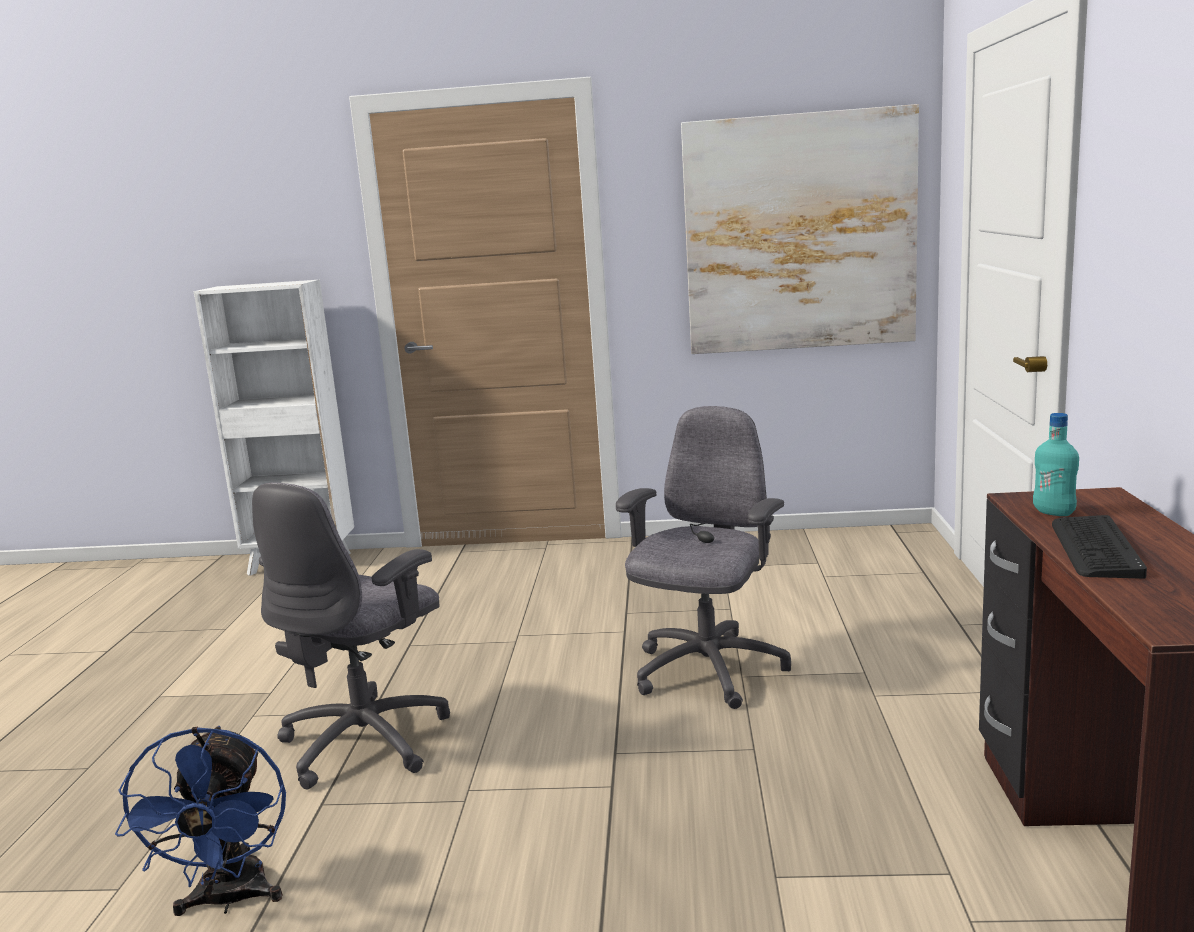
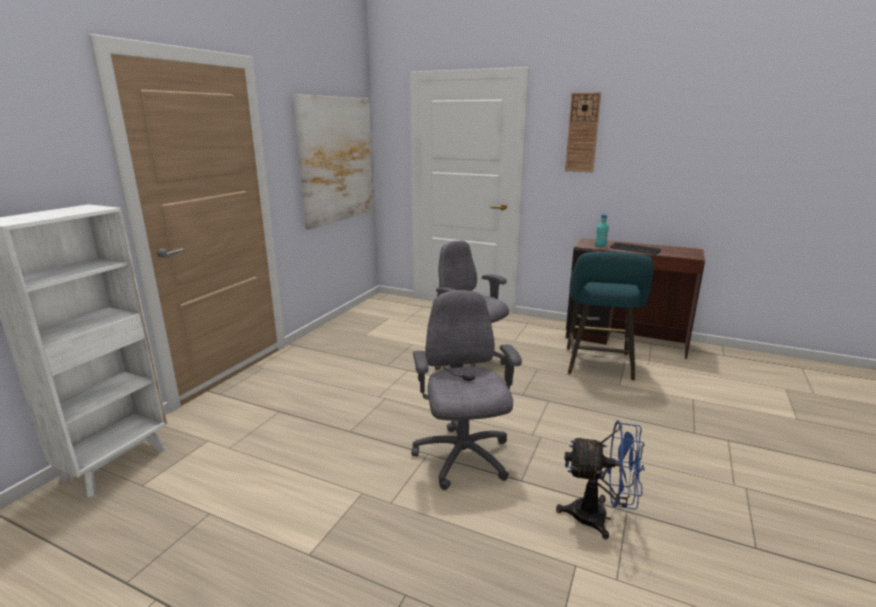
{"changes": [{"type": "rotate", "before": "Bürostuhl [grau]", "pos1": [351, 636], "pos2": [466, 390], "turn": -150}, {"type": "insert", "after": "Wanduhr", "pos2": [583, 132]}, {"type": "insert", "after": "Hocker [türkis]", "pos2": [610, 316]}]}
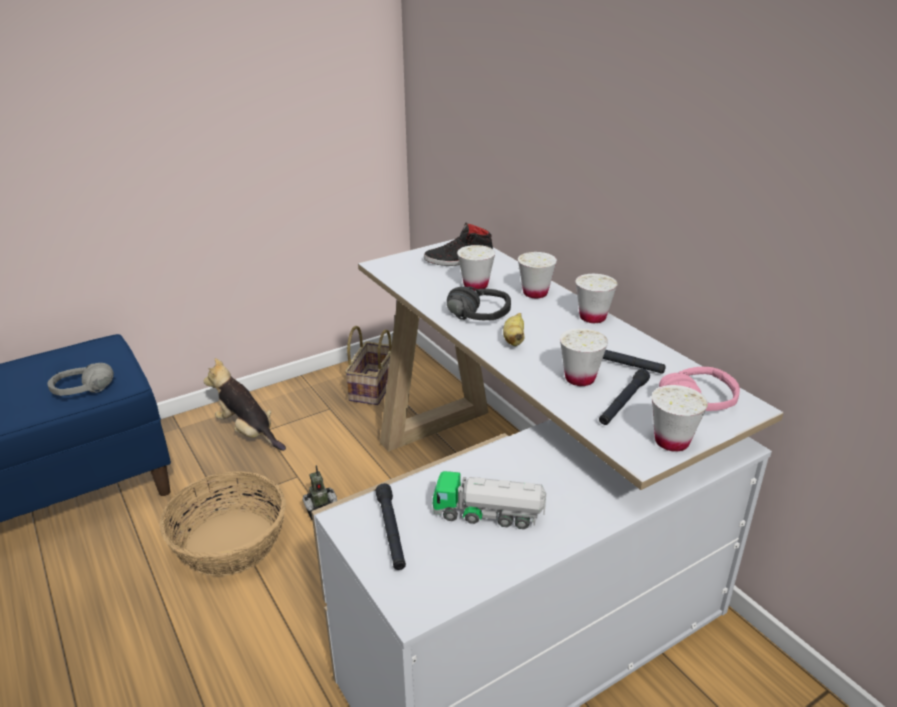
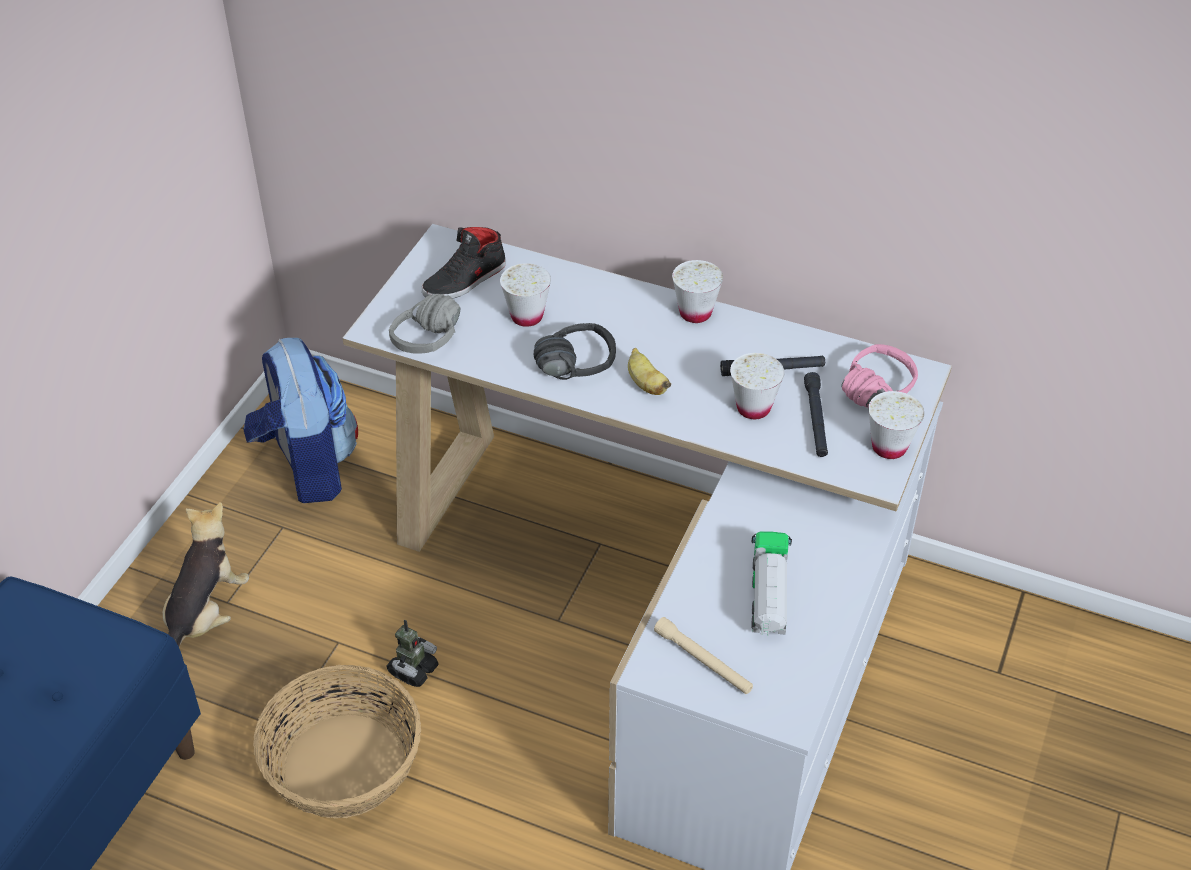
{"changes": [{"type": "move", "before": "Kopfhörer [grau]", "pos1": [80, 379], "pos2": [424, 324]}, {"type": "rotate", "before": "Plüschtier", "pos1": [245, 404], "pos2": [206, 574], "turn": 105}, {"type": "replace", "before": "Korb", "after": "Rucksack", "pos1": [368, 365], "pos2": [300, 420]}, {"type": "recolor", "before": "Taschenlampe [schwarz]", "after": "Taschenlampe [beige]", "pos1": [391, 526], "pos2": [703, 655]}, {"type": "rotate", "before": "Spielzeuglaster", "pos1": [489, 500], "pos2": [771, 583], "turn": 120}, {"type": "delete", "before": "Tasse [weiß]", "pos1": [537, 275]}]}
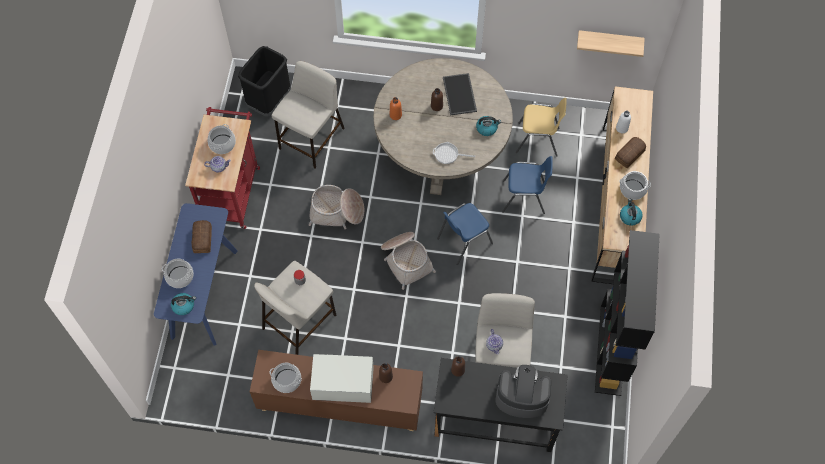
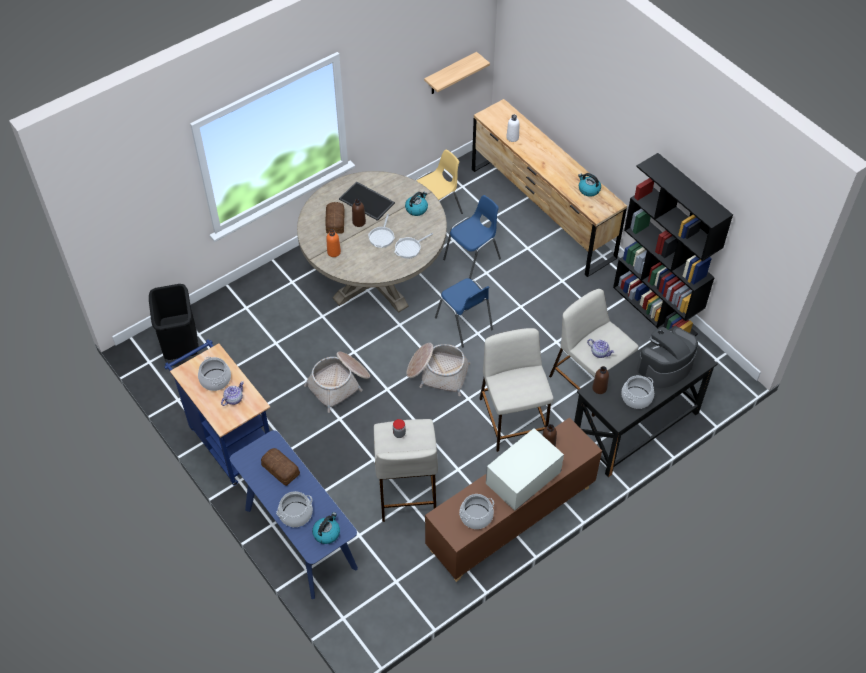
{"changes": [{"type": "recolor", "before": "Rollwagen [rot]", "after": "Rollwagen [blau]", "pos1": [222, 168], "pos2": [217, 413]}, {"type": "move", "before": "Hocker [beige]", "pos1": [308, 114], "pos2": [516, 390]}, {"type": "rotate", "before": "Stuhl [blau]", "pos1": [465, 234], "pos2": [464, 312], "turn": -45}, {"type": "move", "before": "Brot", "pos1": [630, 152], "pos2": [335, 218]}, {"type": "move", "before": "Kochtopf", "pos1": [635, 185], "pos2": [637, 392]}, {"type": "insert", "after": "Pfanne", "pos2": [381, 231]}]}
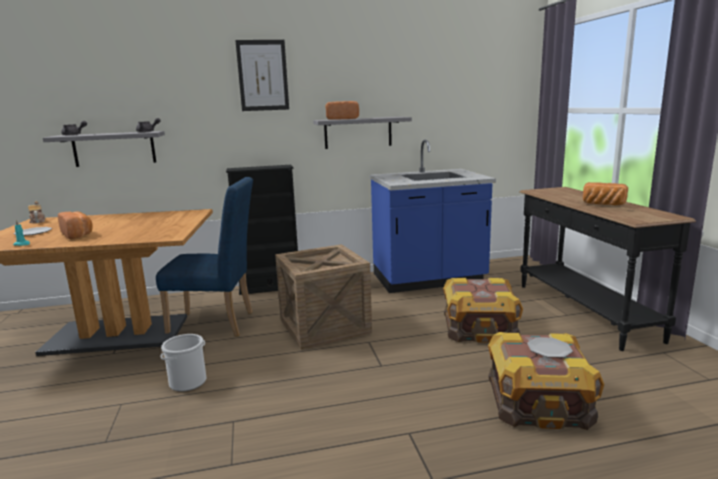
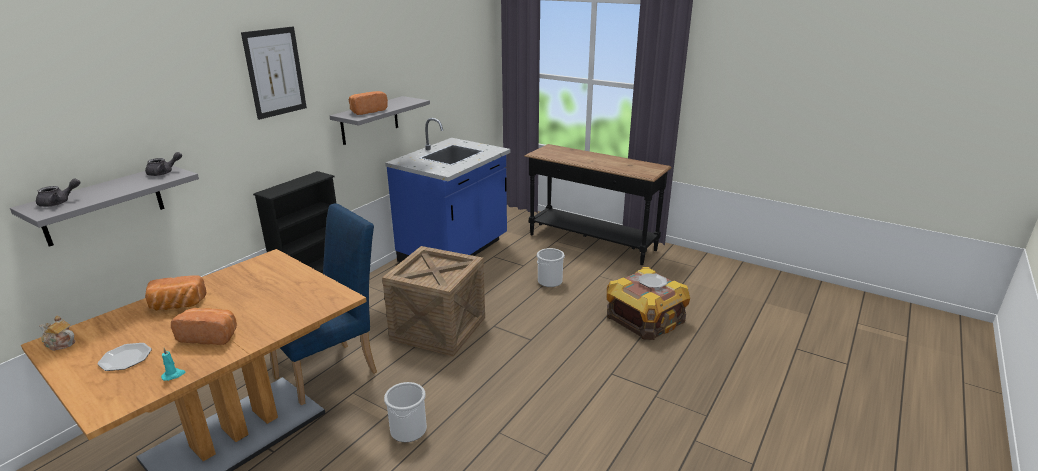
{"changes": [{"type": "replace", "before": "Kiste", "after": "Eimer", "pos1": [483, 310], "pos2": [551, 267]}, {"type": "move", "before": "Brot", "pos1": [605, 193], "pos2": [175, 293]}]}
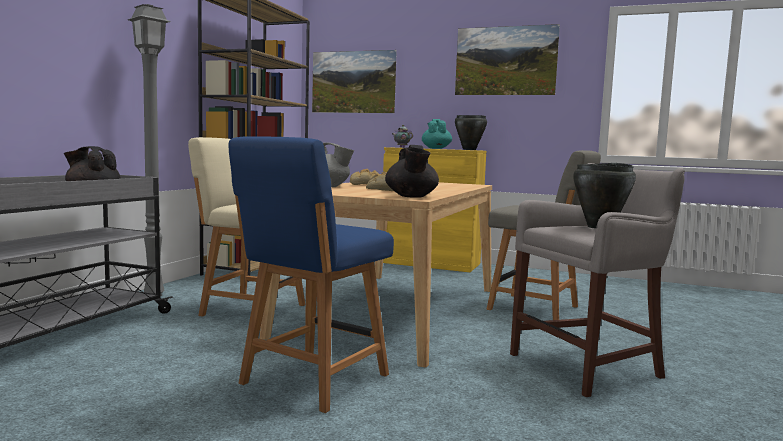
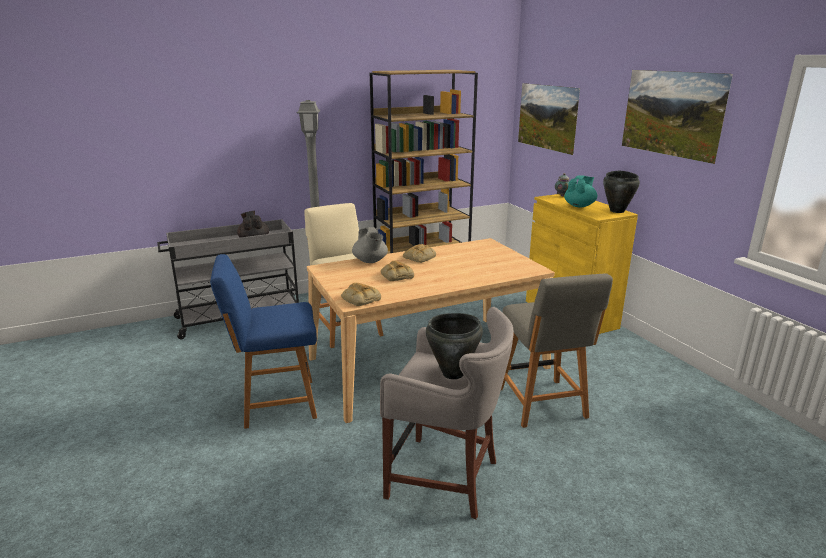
{"changes": [{"type": "replace", "before": "Teekanne [schwarz]", "after": "Brot", "pos1": [412, 171], "pos2": [361, 294]}]}
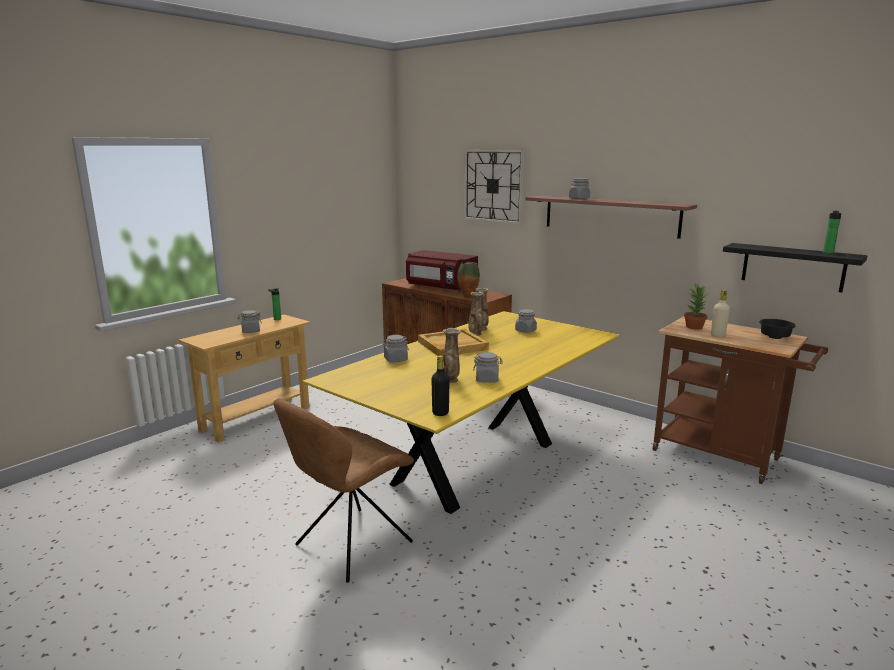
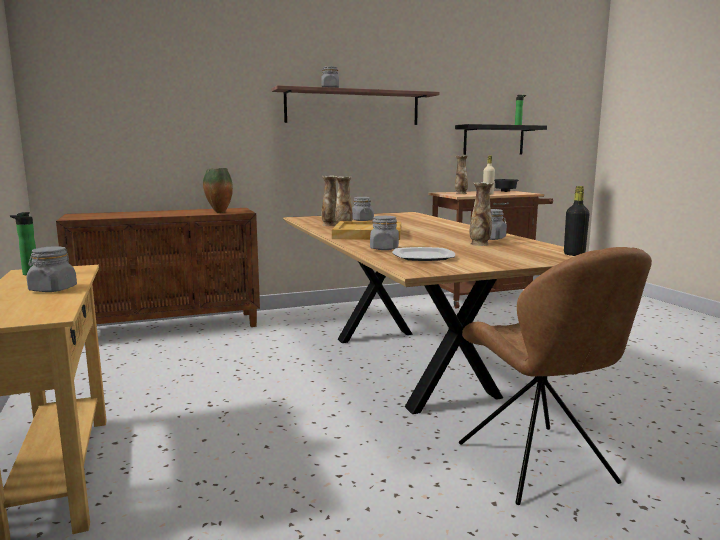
{"changes": [{"type": "recolor", "before": "Esstisch [gelb]", "after": "Esstisch [braun]", "pos1": [461, 412], "pos2": [428, 313]}, {"type": "delete", "before": "Mikrowelle [rot]", "pos1": [442, 271]}, {"type": "delete", "before": "Wanduhr", "pos1": [494, 187]}, {"type": "replace", "before": "Topfpflanze", "after": "Vase", "pos1": [696, 306], "pos2": [461, 174]}, {"type": "insert", "after": "Teller", "pos2": [424, 254]}]}
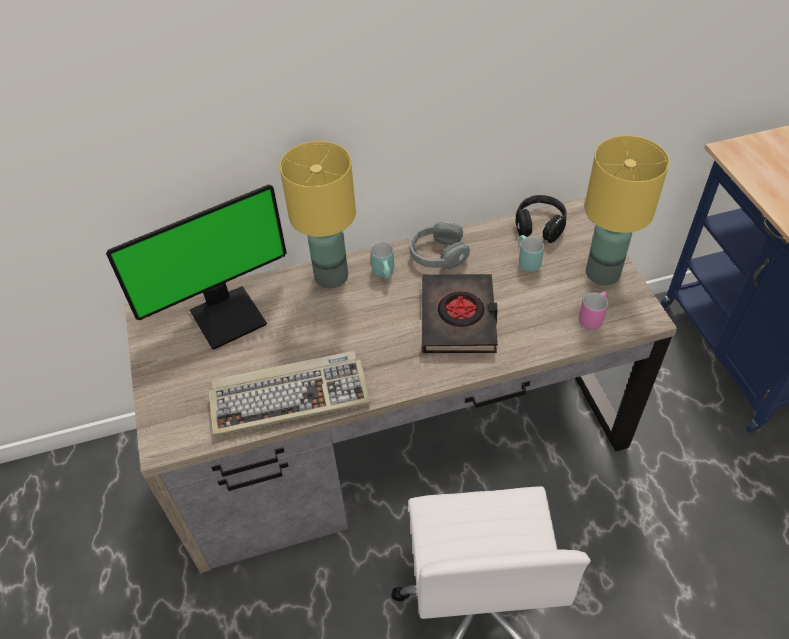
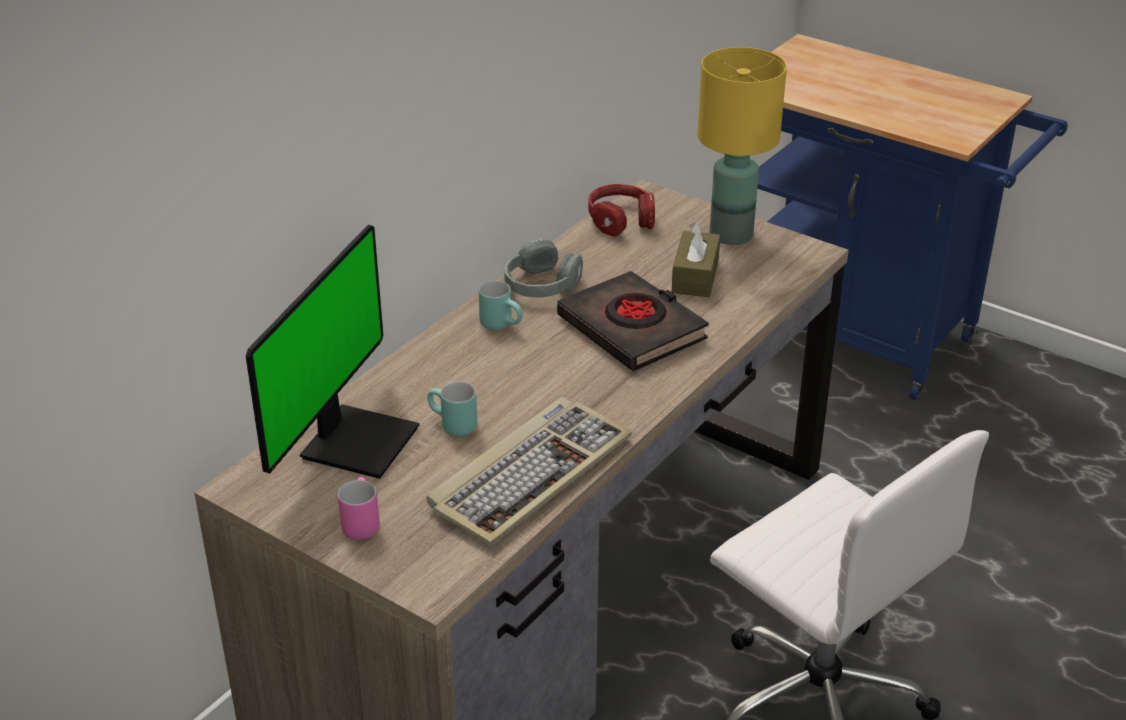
{"changes": [{"type": "delete", "before": "Tischlampe [gelb]", "pos1": [318, 214]}, {"type": "recolor", "before": "Kopfhörer [schwarz]", "after": "Kopfhörer [rot]", "pos1": [541, 219], "pos2": [621, 210]}, {"type": "move", "before": "Henkelbecher [türkis]", "pos1": [531, 253], "pos2": [452, 409]}, {"type": "move", "before": "Henkelbecher [rosa]", "pos1": [593, 310], "pos2": [359, 508]}, {"type": "insert", "after": "Taschentuchbox [braun]", "pos2": [696, 259]}]}
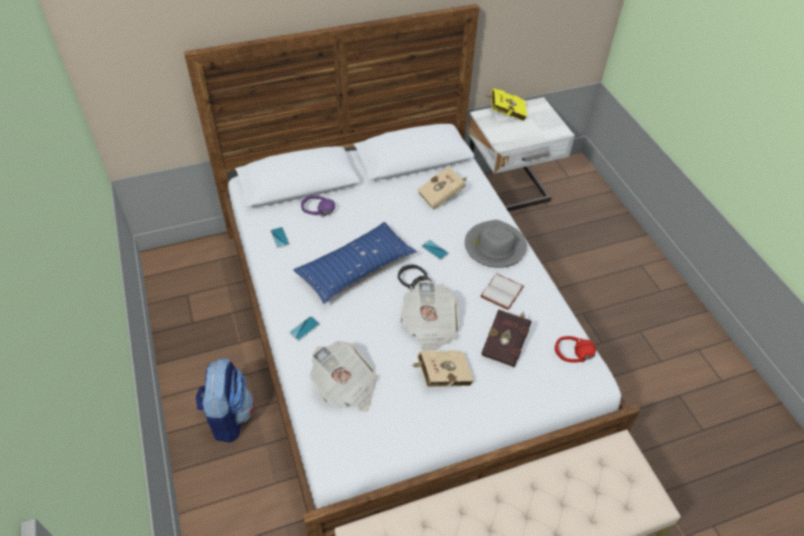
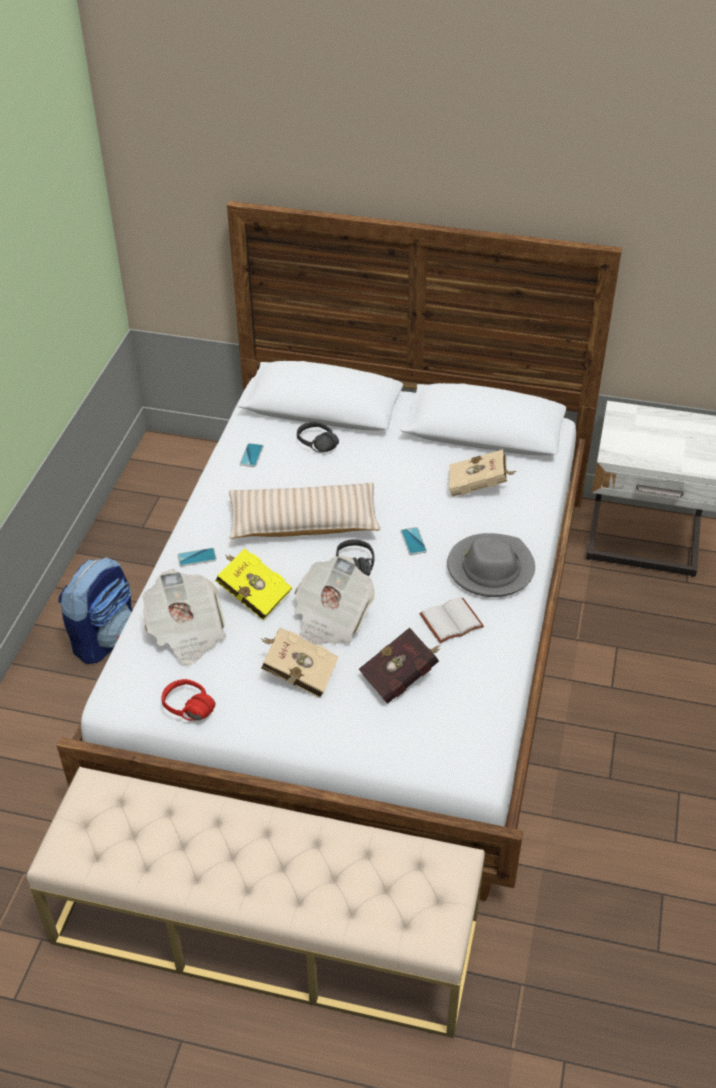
{"changes": [{"type": "recolor", "before": "Kissen [blau]", "after": "Kissen [beige]", "pos1": [355, 263], "pos2": [305, 511]}, {"type": "recolor", "before": "Kopfhörer [lila]", "after": "Kopfhörer [schwarz]", "pos1": [318, 206], "pos2": [318, 437]}, {"type": "move", "before": "Buch [gelb]", "pos1": [506, 104], "pos2": [253, 584]}, {"type": "move", "before": "Kopfhörer [rot]", "pos1": [575, 349], "pos2": [189, 700]}]}
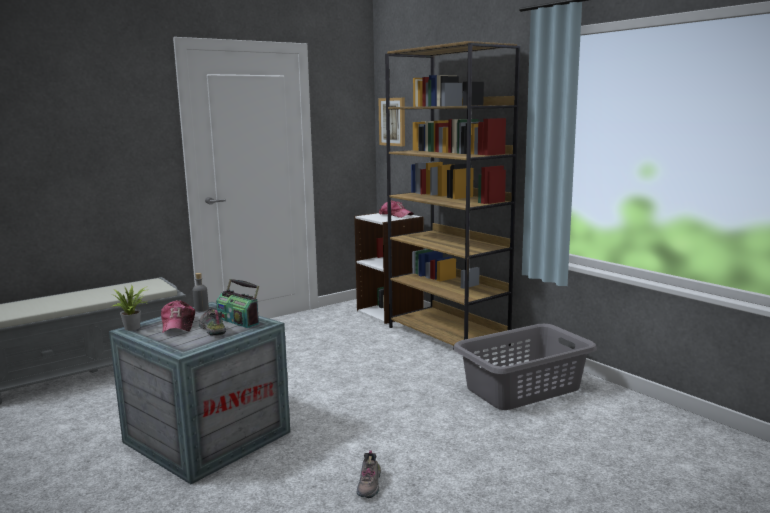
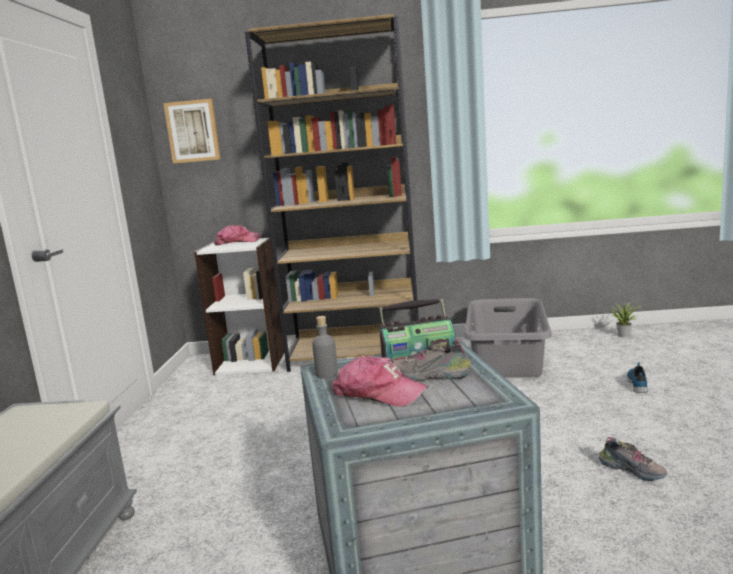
{"changes": [{"type": "move", "before": "Topfpflanze", "pos1": [130, 308], "pos2": [626, 320]}, {"type": "insert", "after": "Schuh", "pos2": [637, 377]}]}
